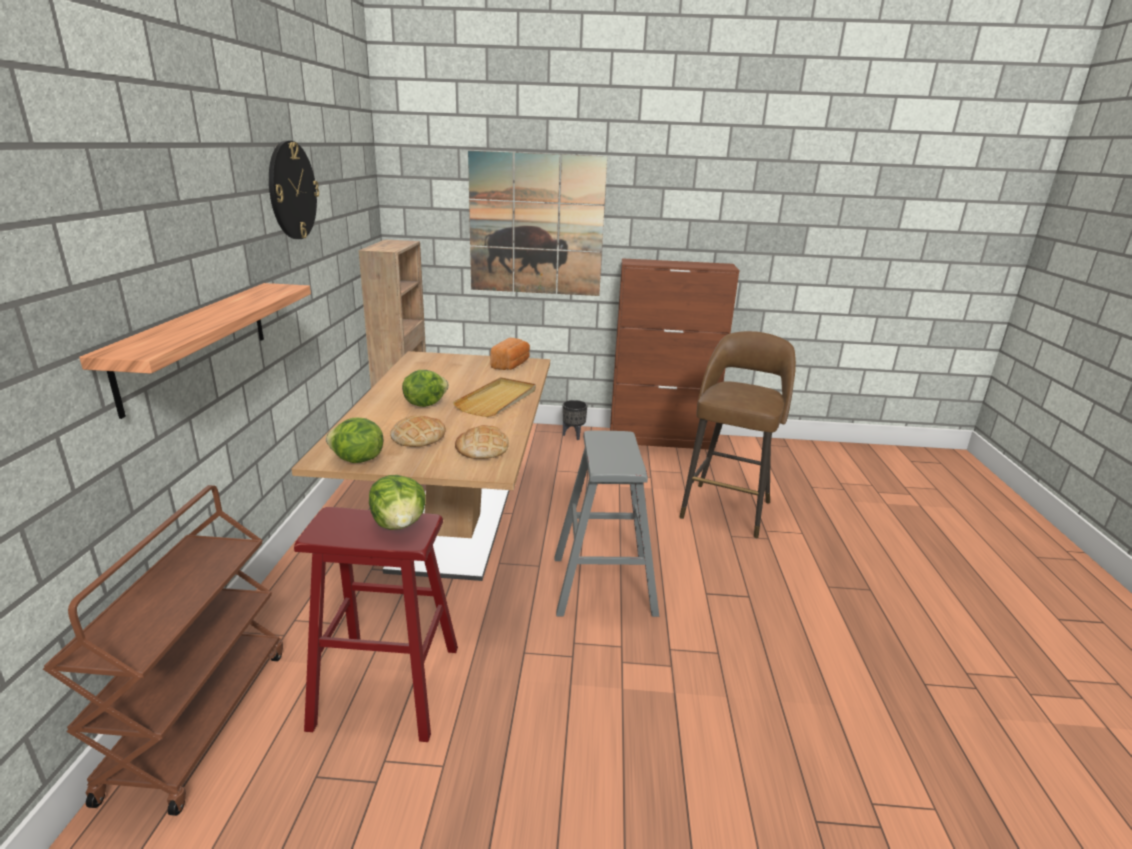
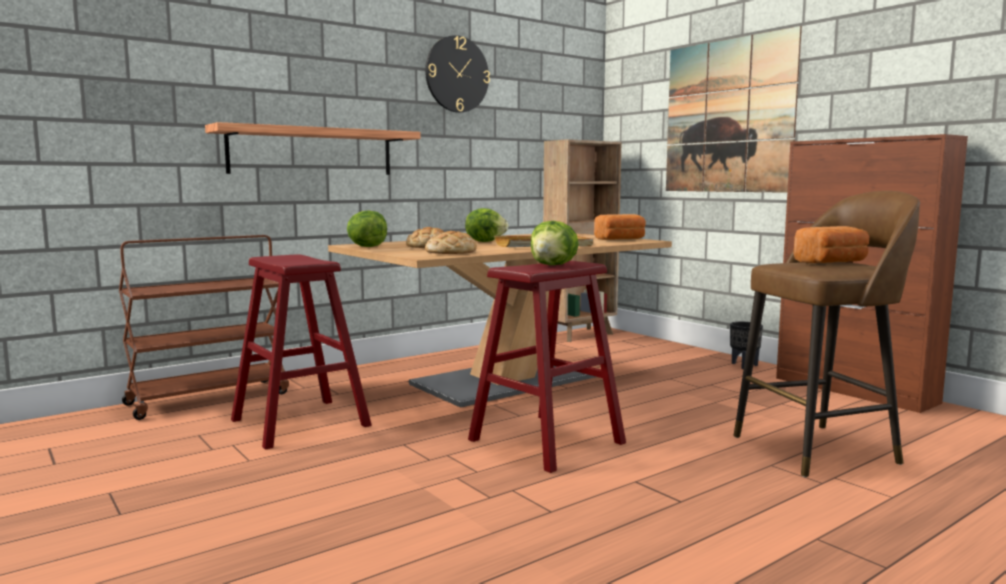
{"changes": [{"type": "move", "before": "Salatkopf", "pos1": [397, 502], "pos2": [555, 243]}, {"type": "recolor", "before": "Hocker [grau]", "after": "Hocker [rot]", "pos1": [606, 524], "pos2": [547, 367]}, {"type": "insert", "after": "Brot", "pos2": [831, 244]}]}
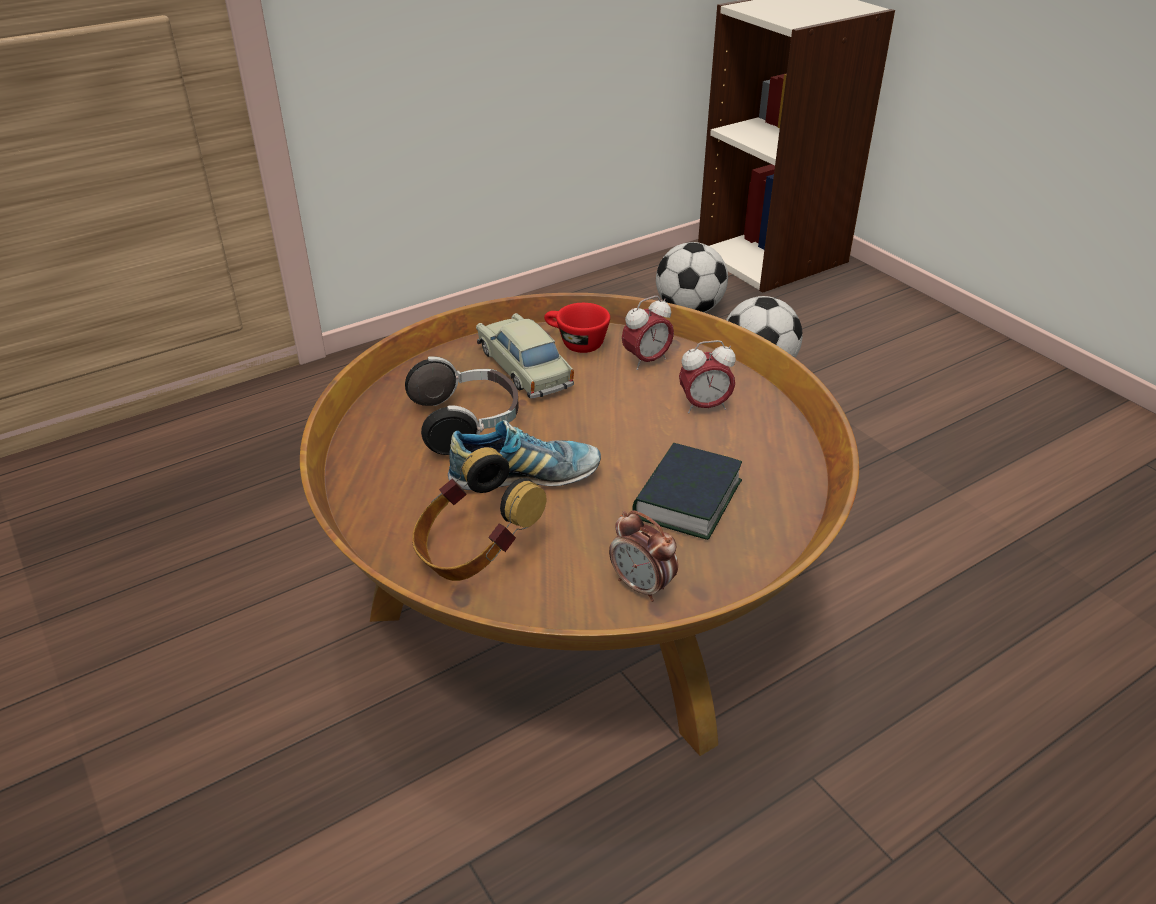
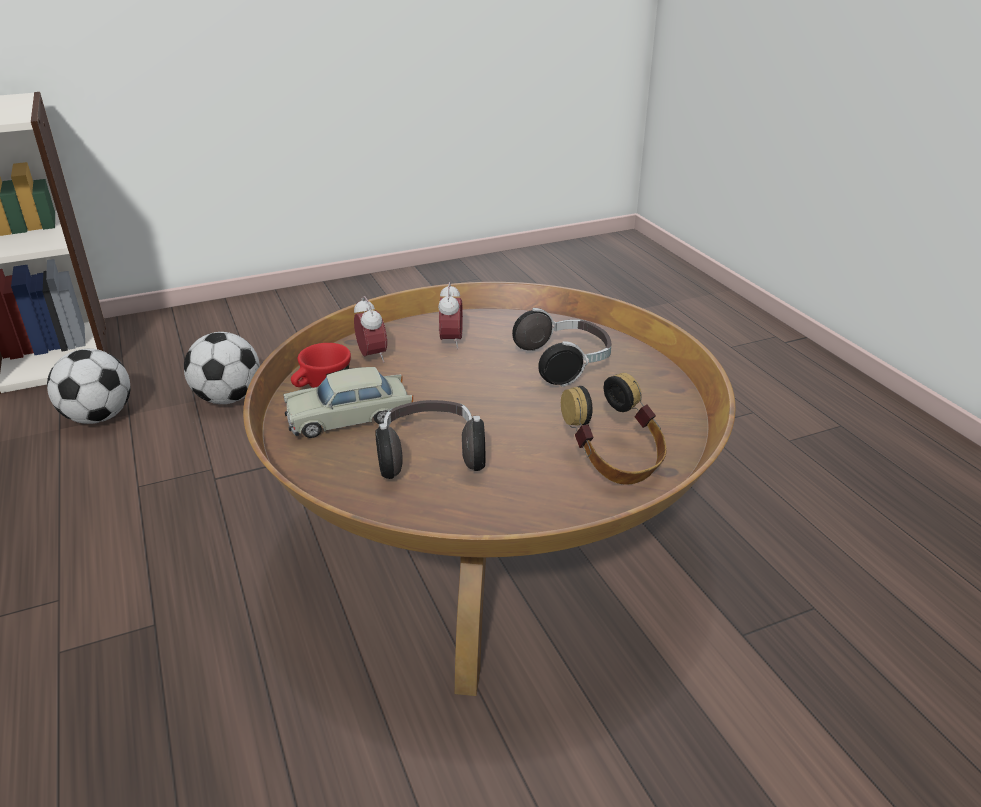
{"changes": [{"type": "delete", "before": "Schuh", "pos1": [524, 455]}, {"type": "delete", "before": "Wecker", "pos1": [643, 556]}, {"type": "replace", "before": "Buch", "after": "Kopfhörer", "pos1": [687, 491], "pos2": [561, 347]}]}
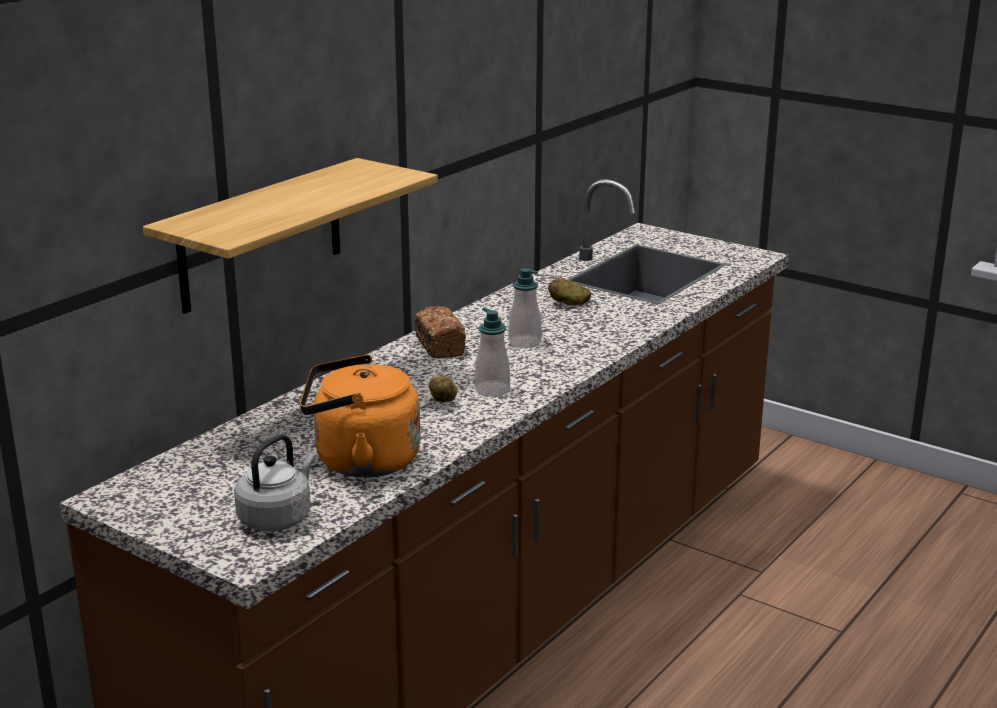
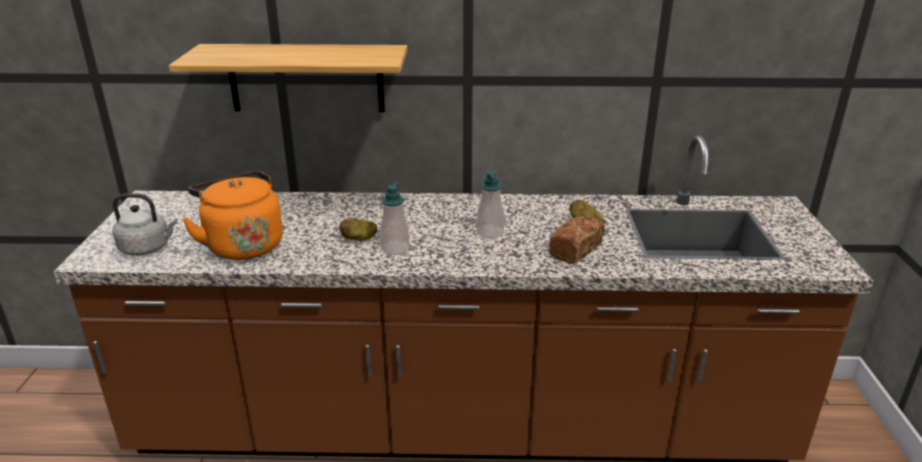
{"changes": [{"type": "move", "before": "Brot", "pos1": [440, 332], "pos2": [577, 239]}]}
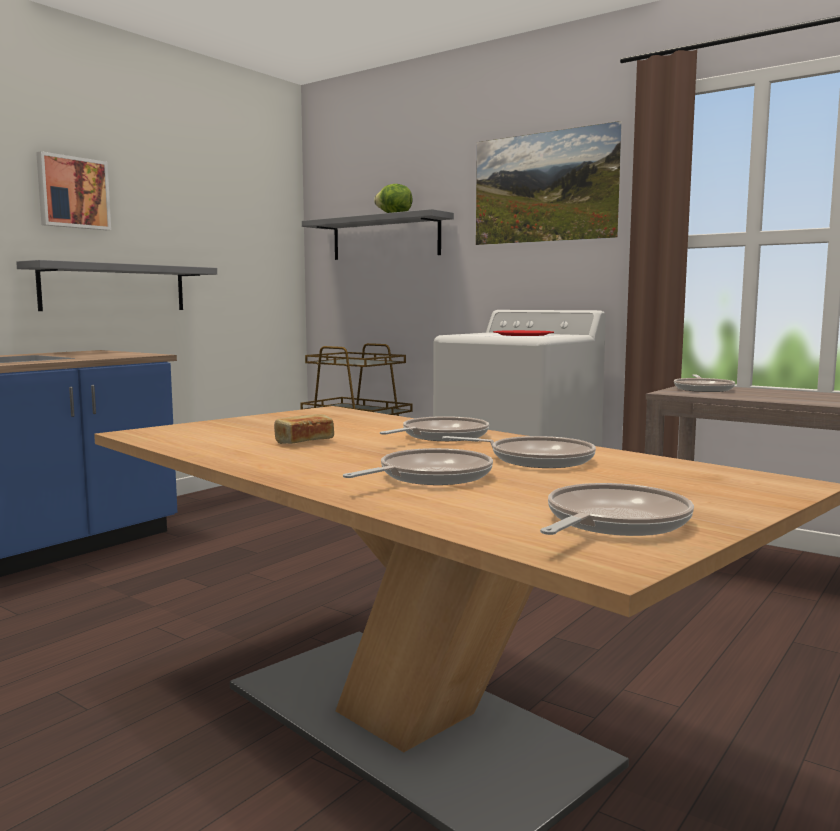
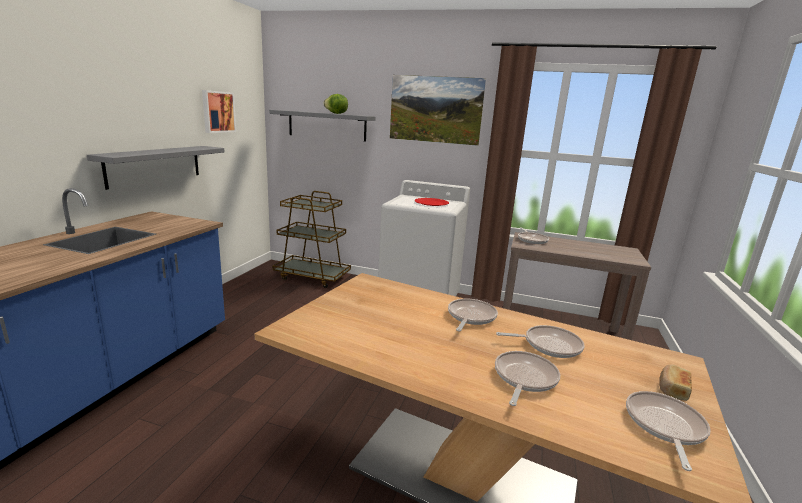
{"changes": [{"type": "move", "before": "Bild", "pos1": [73, 190], "pos2": [219, 111]}, {"type": "move", "before": "Brot", "pos1": [304, 429], "pos2": [675, 383]}]}
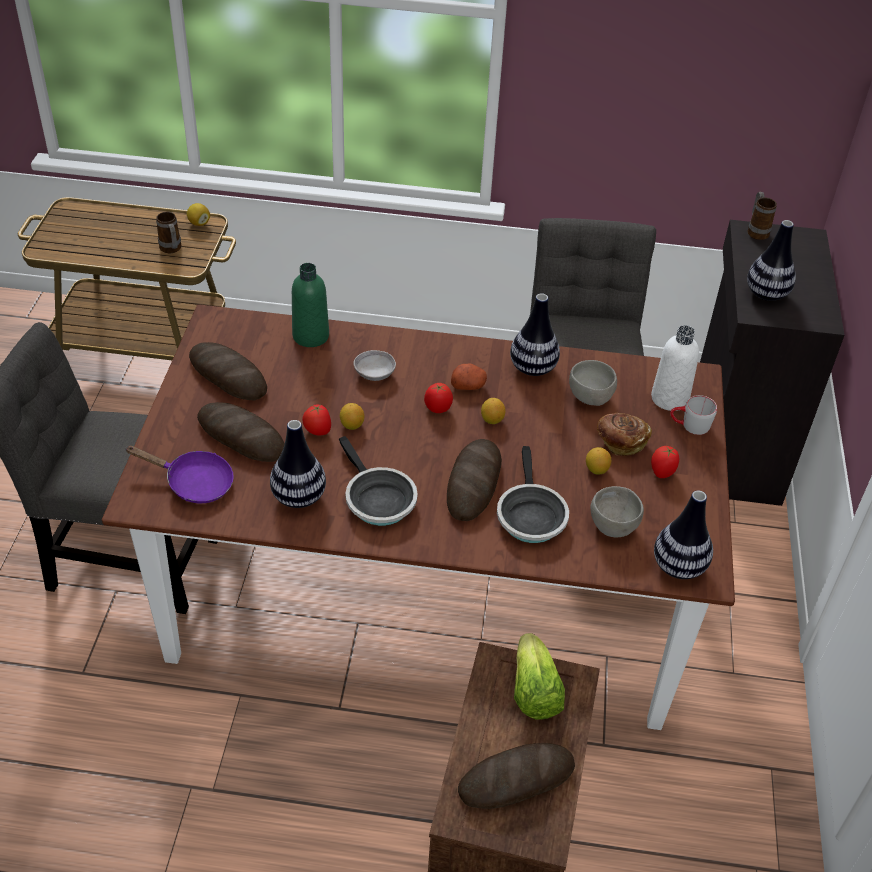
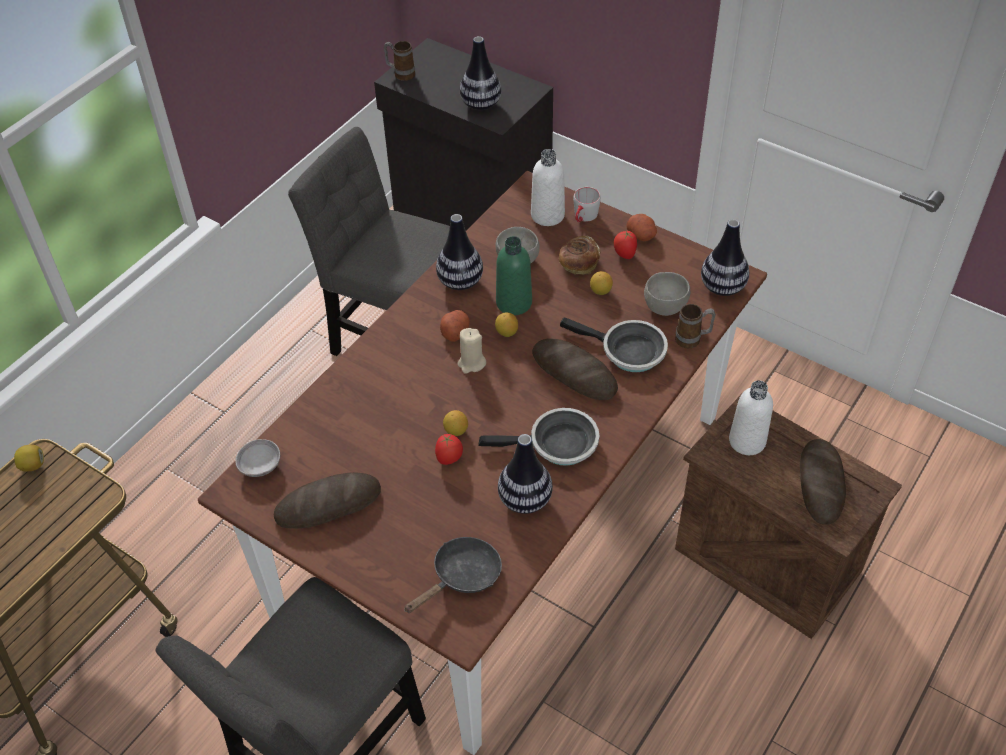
{"changes": [{"type": "recolor", "before": "Pfanne [lila]", "after": "Pfanne [schwarz]", "pos1": [180, 474], "pos2": [453, 575]}, {"type": "move", "before": "Henkelbecher", "pos1": [169, 232], "pos2": [695, 326]}, {"type": "delete", "before": "Brot", "pos1": [241, 432]}, {"type": "move", "before": "Flasche [grün]", "pos1": [310, 305], "pos2": [514, 275]}, {"type": "move", "before": "Schüssel [grau]", "pos1": [374, 365], "pos2": [257, 458]}, {"type": "replace", "before": "Tomate", "after": "Kerze [beige]", "pos1": [438, 398], "pos2": [472, 351]}, {"type": "replace", "before": "Salatkopf", "after": "Flasche [weiß]", "pos1": [539, 676], "pos2": [751, 417]}, {"type": "insert", "after": "Kartoffel", "pos2": [641, 227]}]}
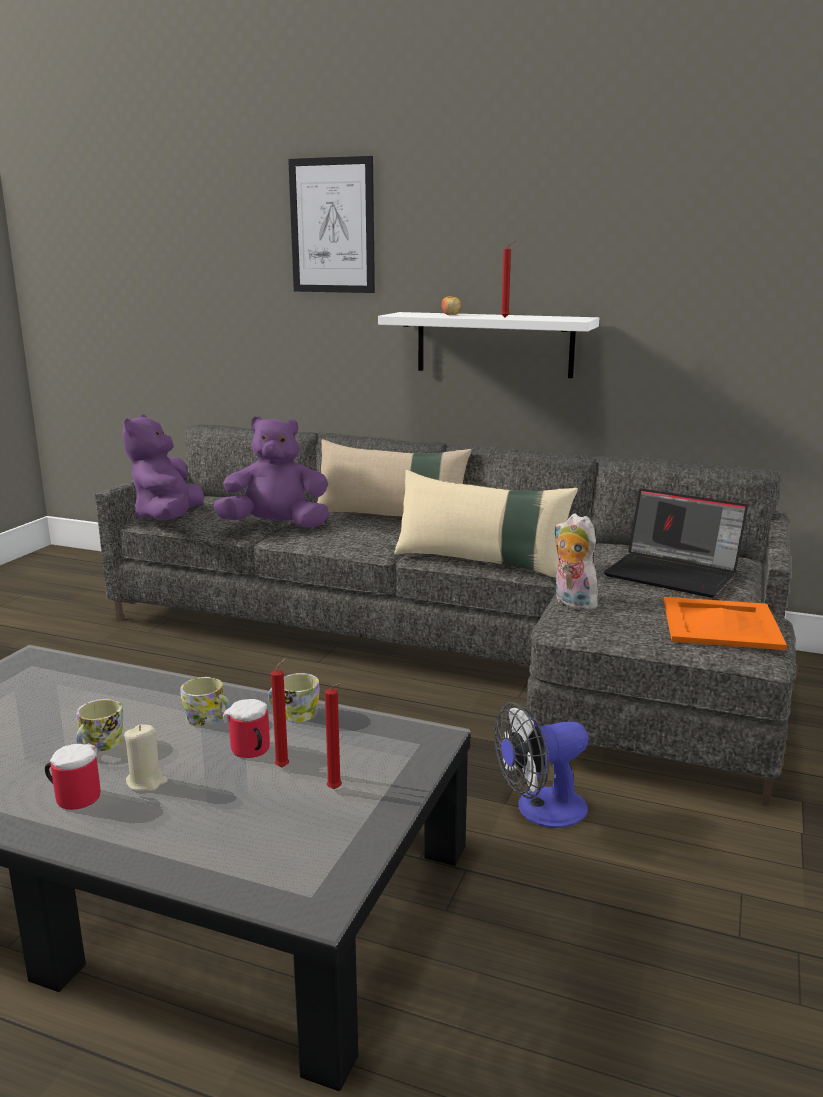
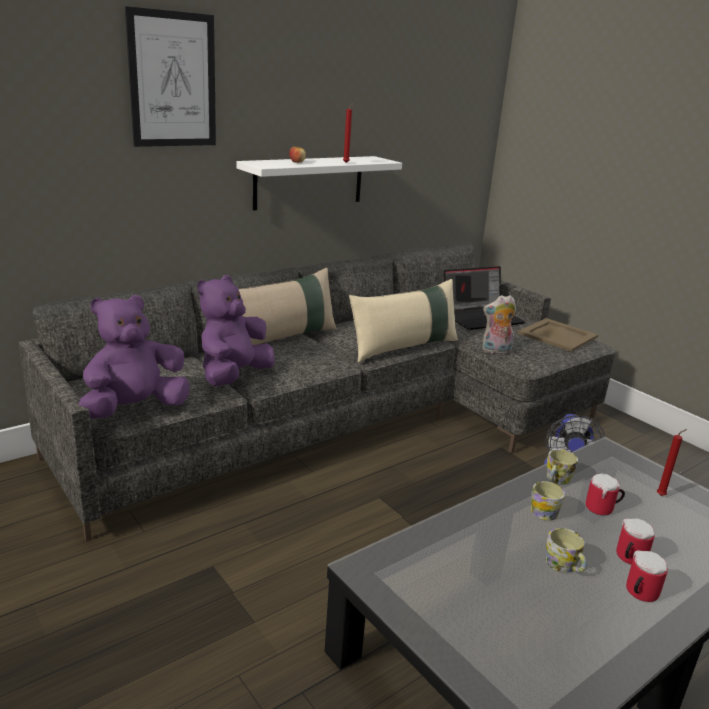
{"changes": [{"type": "rotate", "before": "Plüschtier [lila]", "pos1": [163, 467], "pos2": [134, 357], "turn": 105}, {"type": "replace", "before": "Kerze [beige]", "after": "Henkelbecher", "pos1": [146, 758], "pos2": [635, 541]}, {"type": "delete", "before": "Kerze [rot]", "pos1": [280, 713]}, {"type": "recolor", "before": "Tablett [orange]", "after": "Tablett [beige]", "pos1": [725, 623], "pos2": [558, 335]}]}
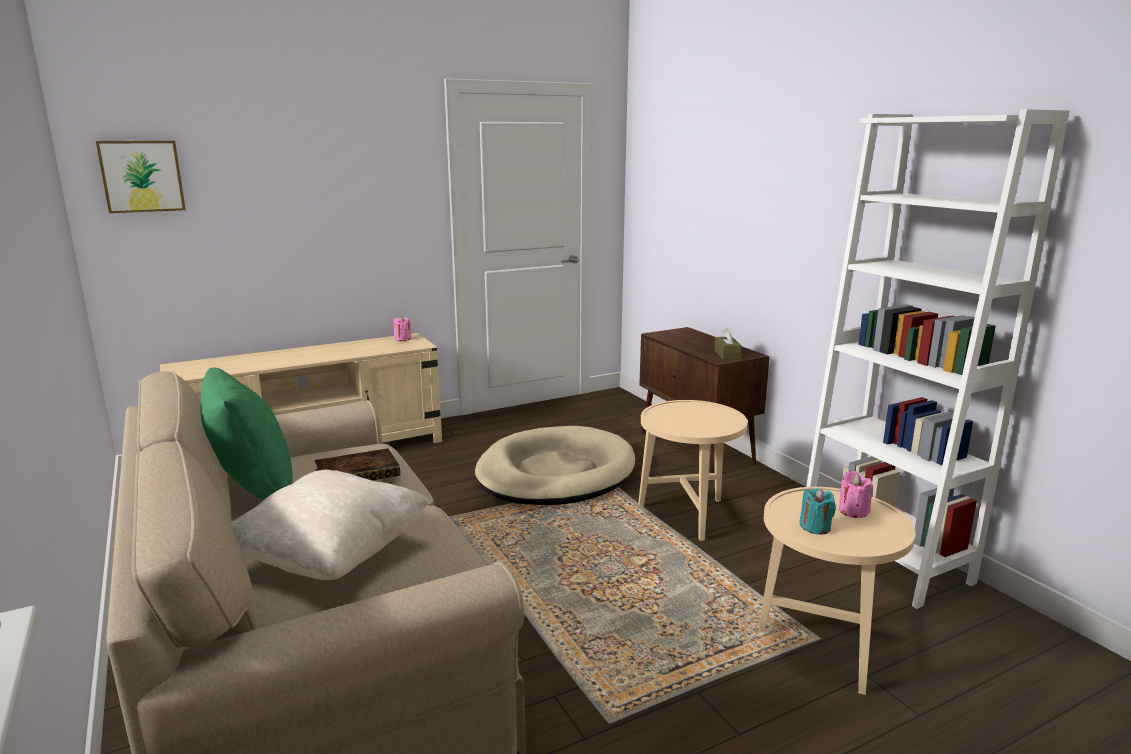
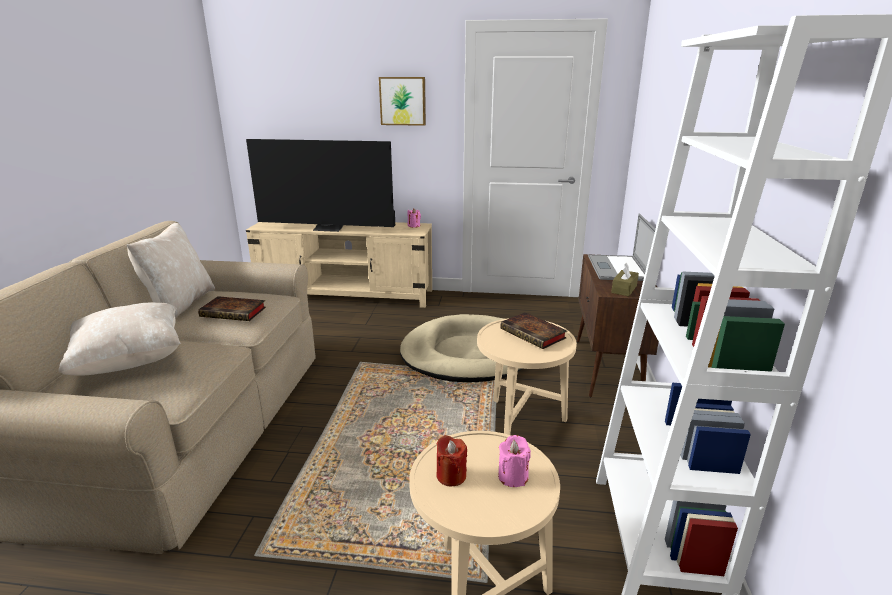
{"changes": [{"type": "move", "before": "Bild", "pos1": [141, 177], "pos2": [402, 101]}, {"type": "recolor", "before": "Kissen [grün]", "after": "Kissen [beige]", "pos1": [246, 434], "pos2": [171, 270]}, {"type": "recolor", "before": "Kerze [türkis]", "after": "Kerze [rot]", "pos1": [817, 511], "pos2": [452, 460]}, {"type": "insert", "after": "Fernseher", "pos2": [320, 185]}, {"type": "insert", "after": "Buch", "pos2": [533, 330]}, {"type": "insert", "after": "Laptop", "pos2": [621, 247]}]}
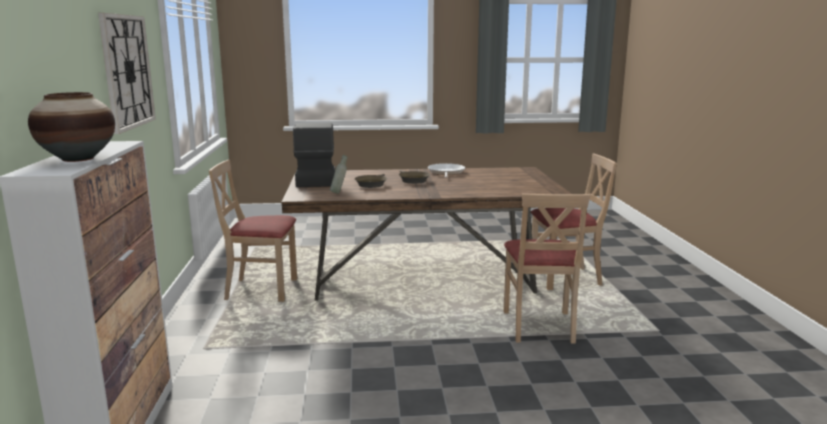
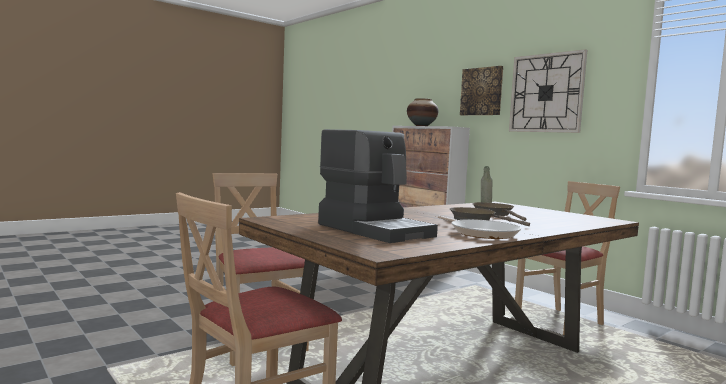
{"changes": [{"type": "move", "before": "Kaffeemaschine", "pos1": [314, 155], "pos2": [378, 186]}, {"type": "insert", "after": "Bild", "pos2": [481, 90]}]}
